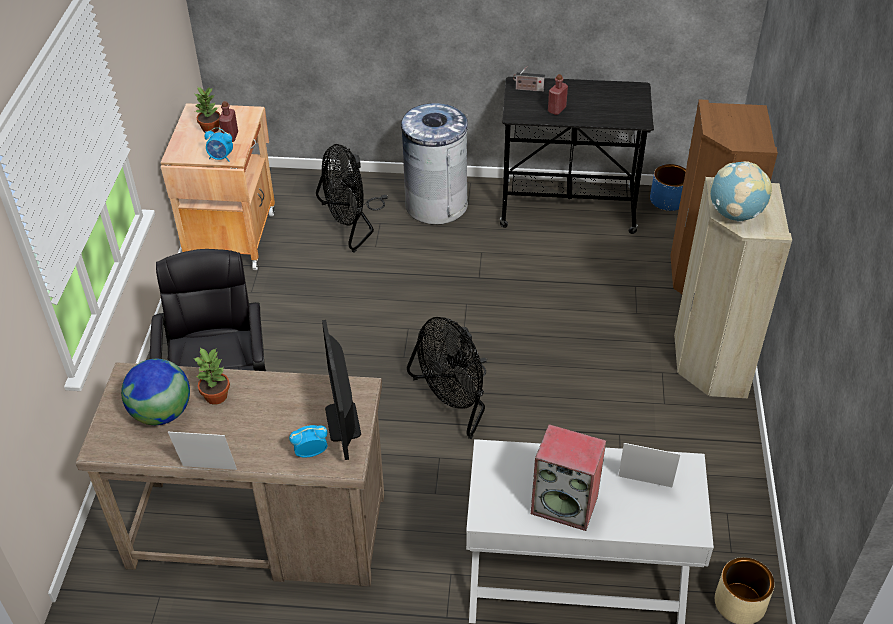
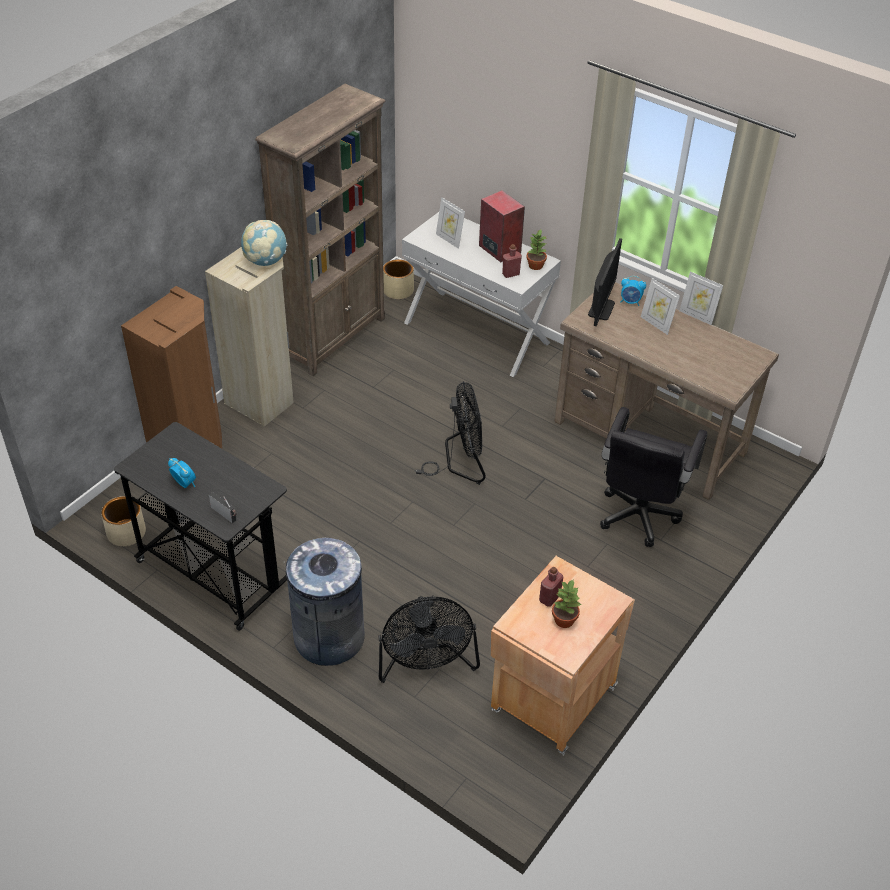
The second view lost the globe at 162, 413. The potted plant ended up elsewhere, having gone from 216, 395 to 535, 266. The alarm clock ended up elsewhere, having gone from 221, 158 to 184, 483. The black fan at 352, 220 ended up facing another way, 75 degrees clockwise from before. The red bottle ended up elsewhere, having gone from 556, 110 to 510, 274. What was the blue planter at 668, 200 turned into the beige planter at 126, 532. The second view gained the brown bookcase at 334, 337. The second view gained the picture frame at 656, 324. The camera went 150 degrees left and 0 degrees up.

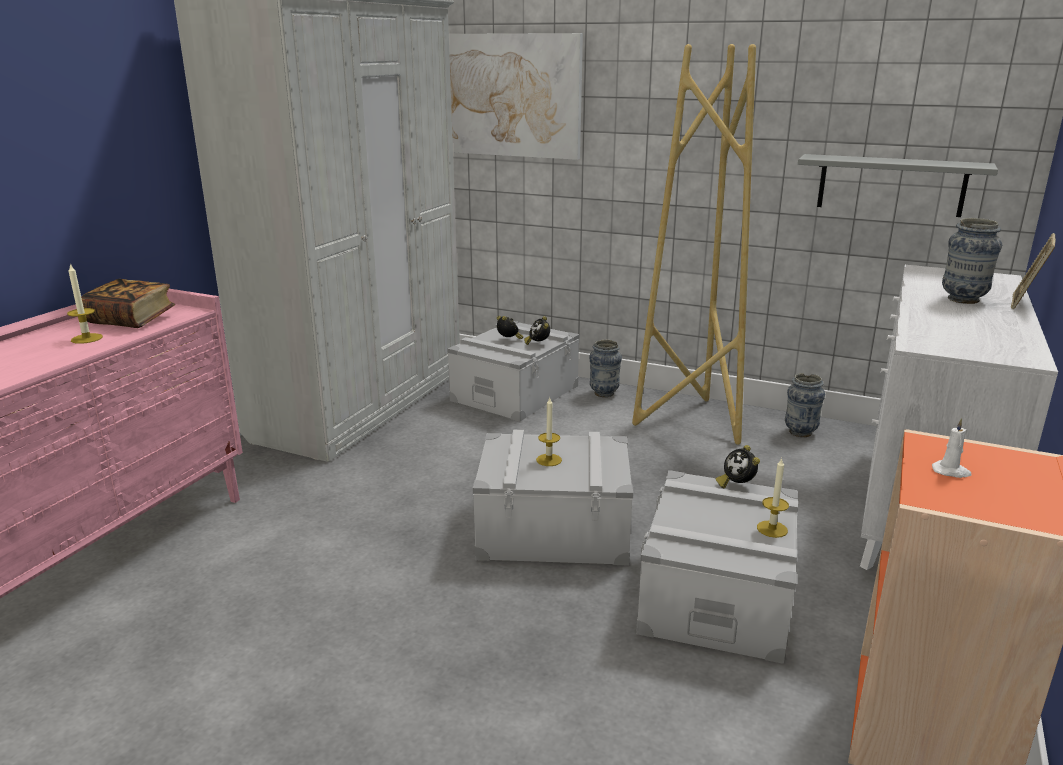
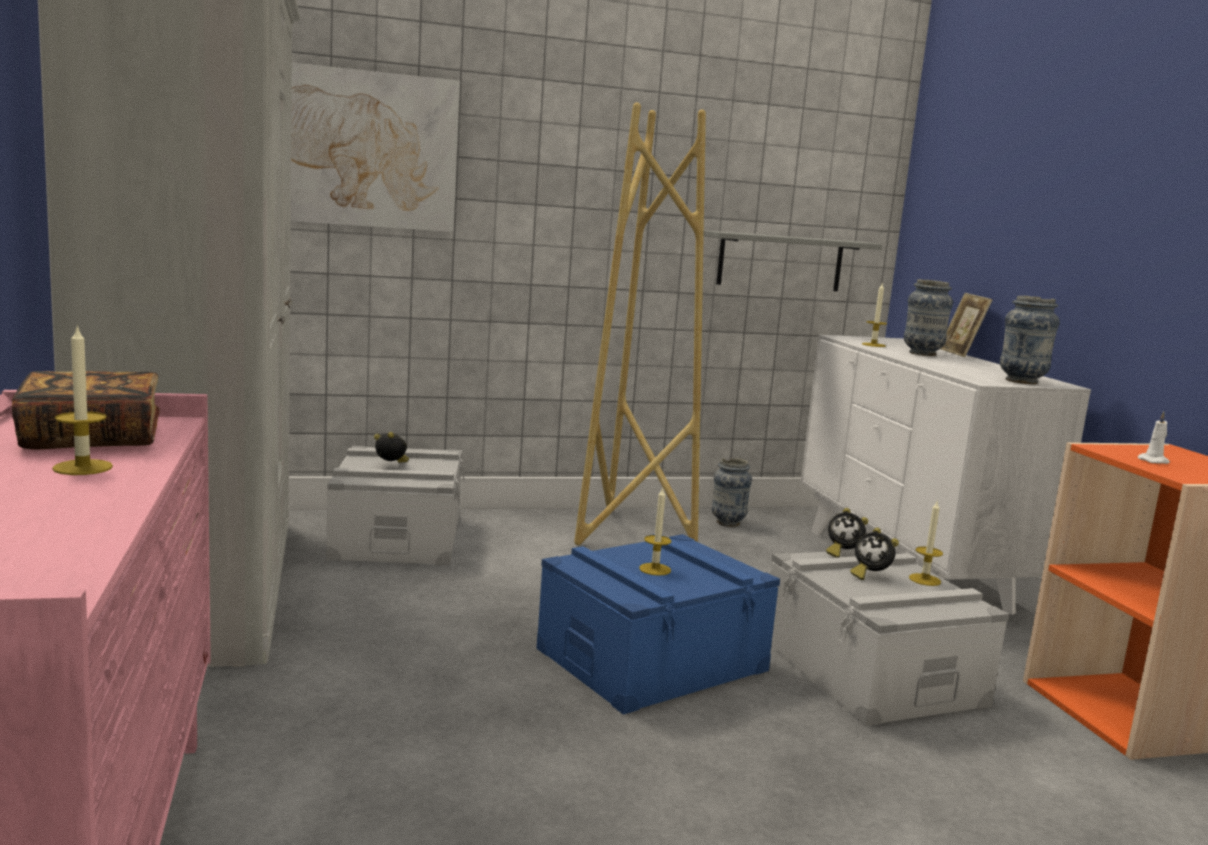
What was the grey storage box at 554, 528 turned into the blue storage box at 652, 659. The alarm clock ended up elsewhere, having gone from 538, 344 to 870, 575. The vase ended up elsewhere, having gone from 604, 393 to 1021, 381. The second view gained the candle at 873, 345. The camera went 40 degrees left and 10 degrees down.

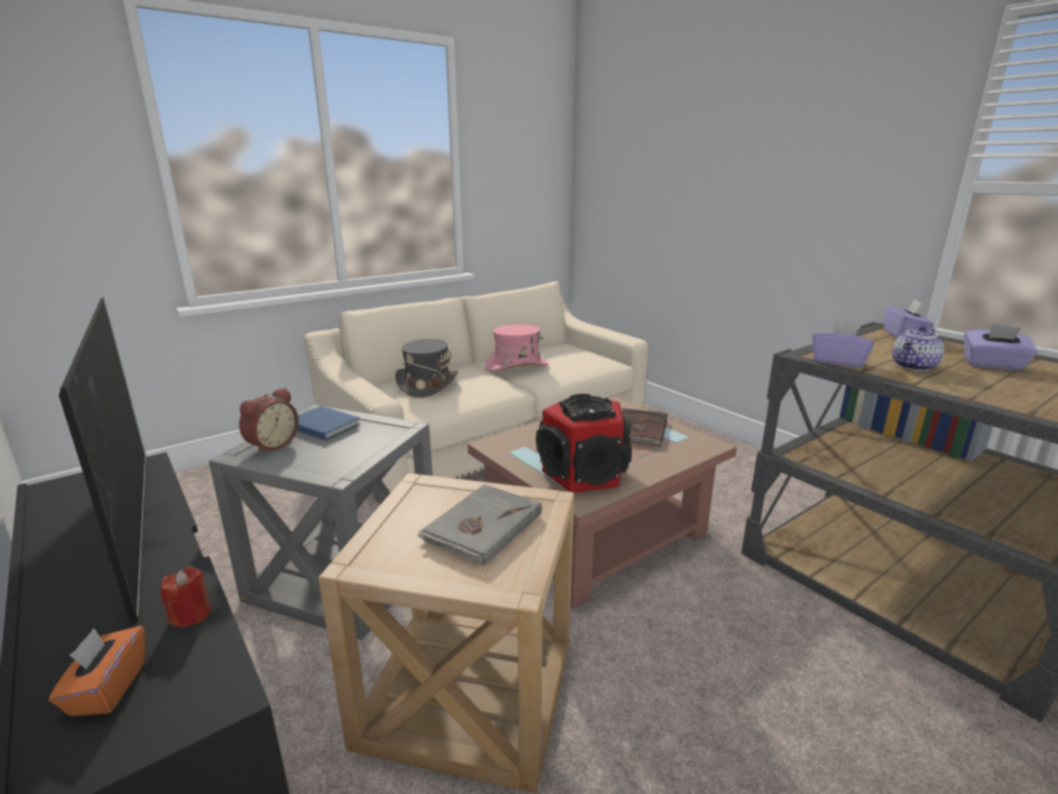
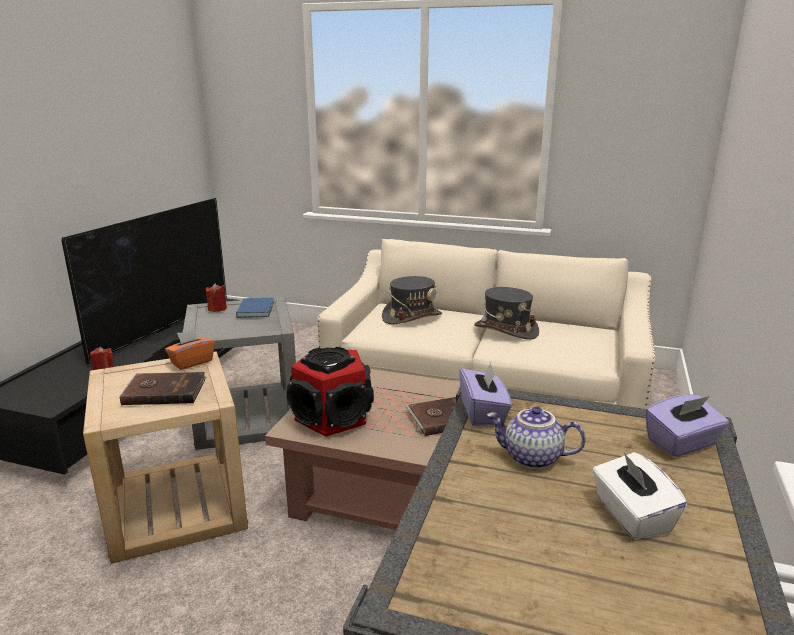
The orange tissue box ended up elsewhere, having gone from 107, 689 to 192, 362. Where the alarm clock stood at 271, 445, the red candle came to stand at 217, 309. What was the grey book at 481, 527 turned into the brown book at 164, 391. What was the pink hat at 517, 366 turned into the grey hat at 505, 330. What was the purple tissue box at 993, 365 turned into the white tissue box at 631, 515. The camera went 55 degrees right and 0 degrees up.

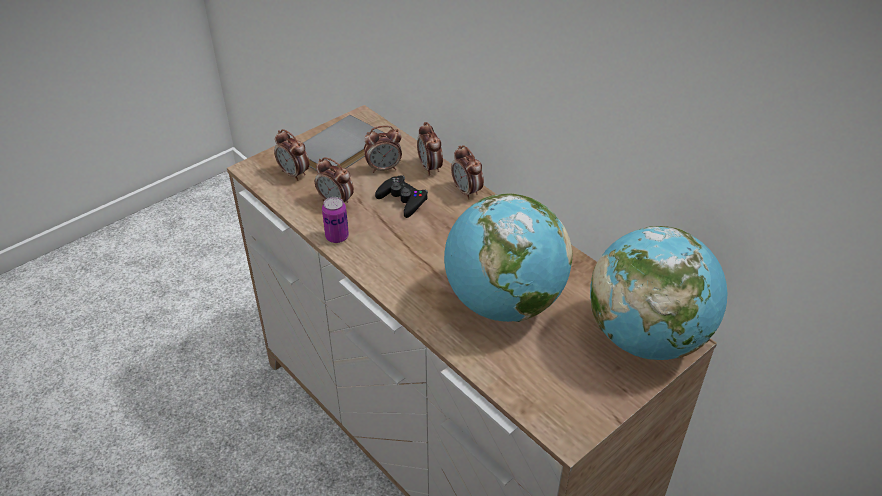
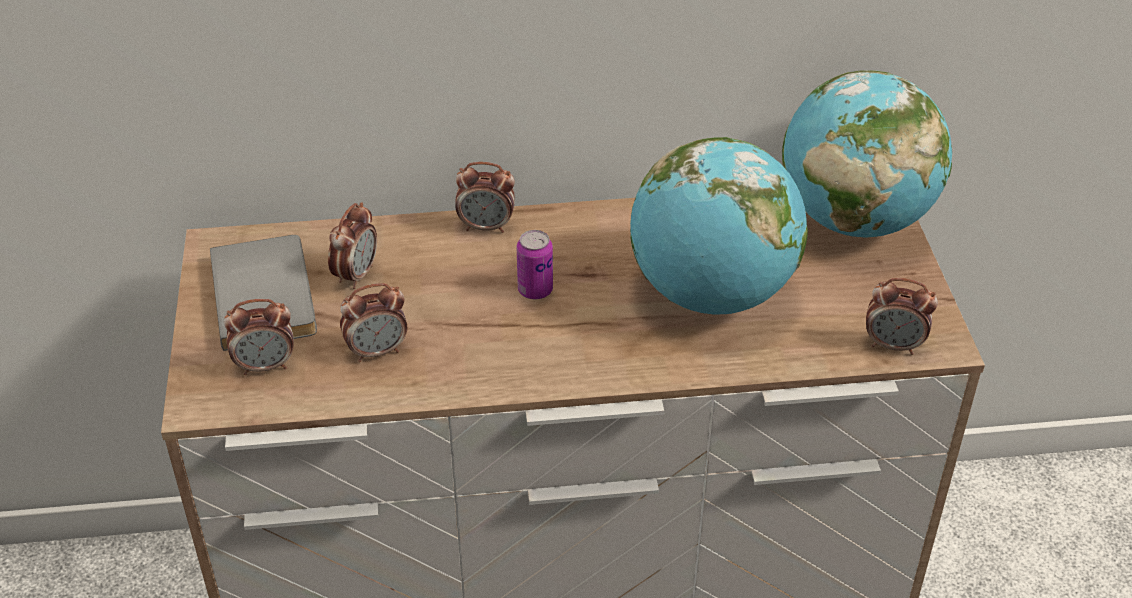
The can ended up elsewhere, having gone from 337, 237 to 535, 290. The second view lost the black game controller at 402, 200. The alarm clock ended up elsewhere, having gone from 430, 168 to 893, 345. The camera went 55 degrees left and 0 degrees up.

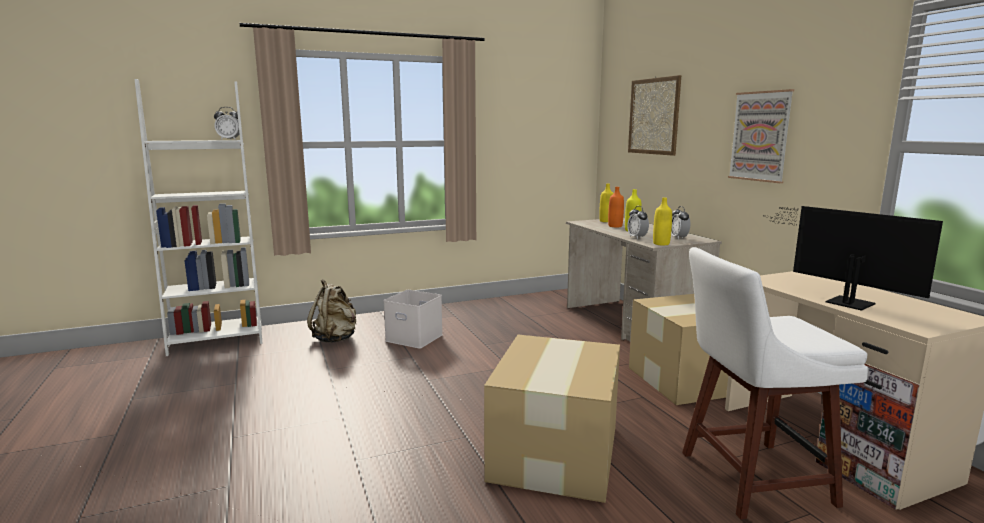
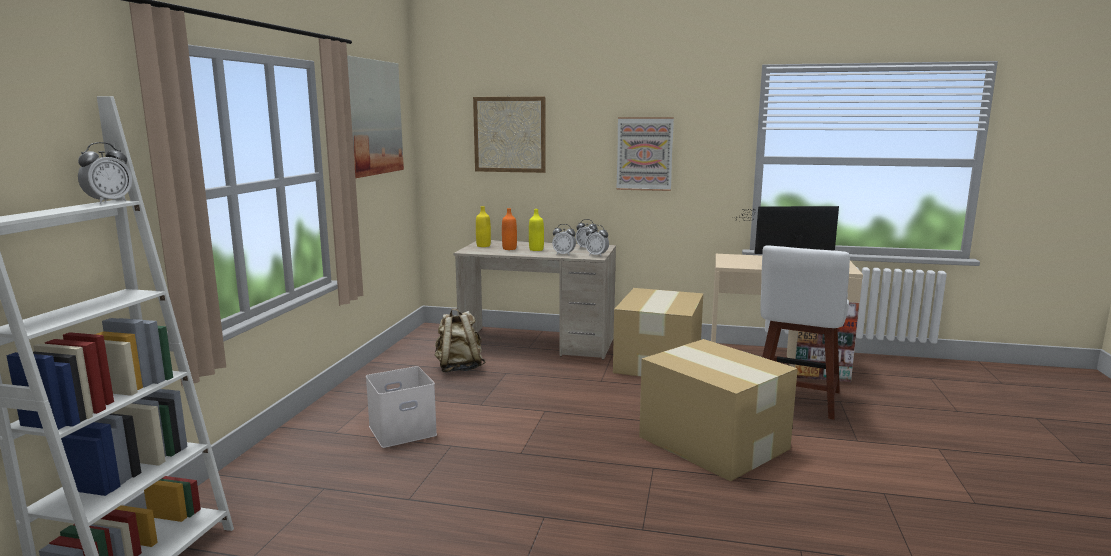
The beige backpack ended up elsewhere, having gone from 335, 339 to 459, 368. Where the yellow bottle stood at 661, 244, the alarm clock came to stand at 596, 255. The second view gained the picture at 371, 117. The camera went 55 degrees left and 0 degrees up.

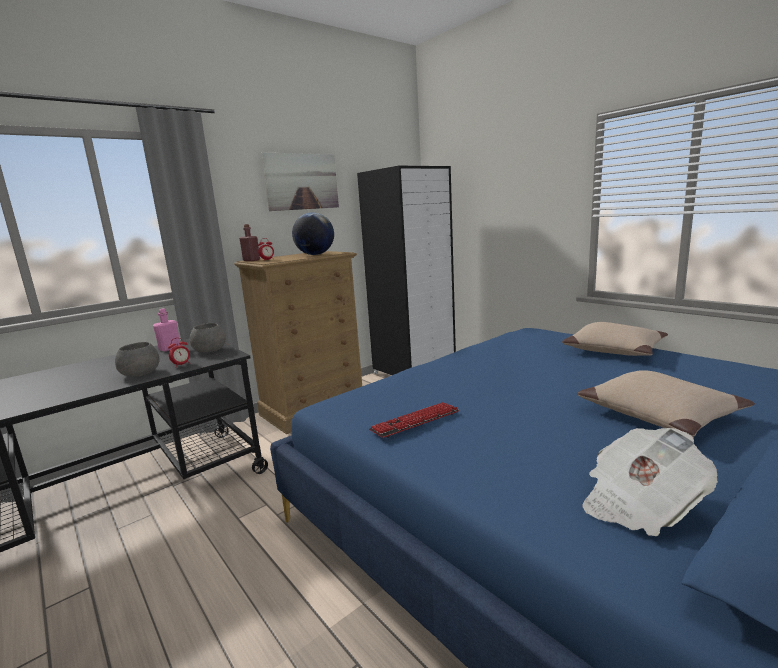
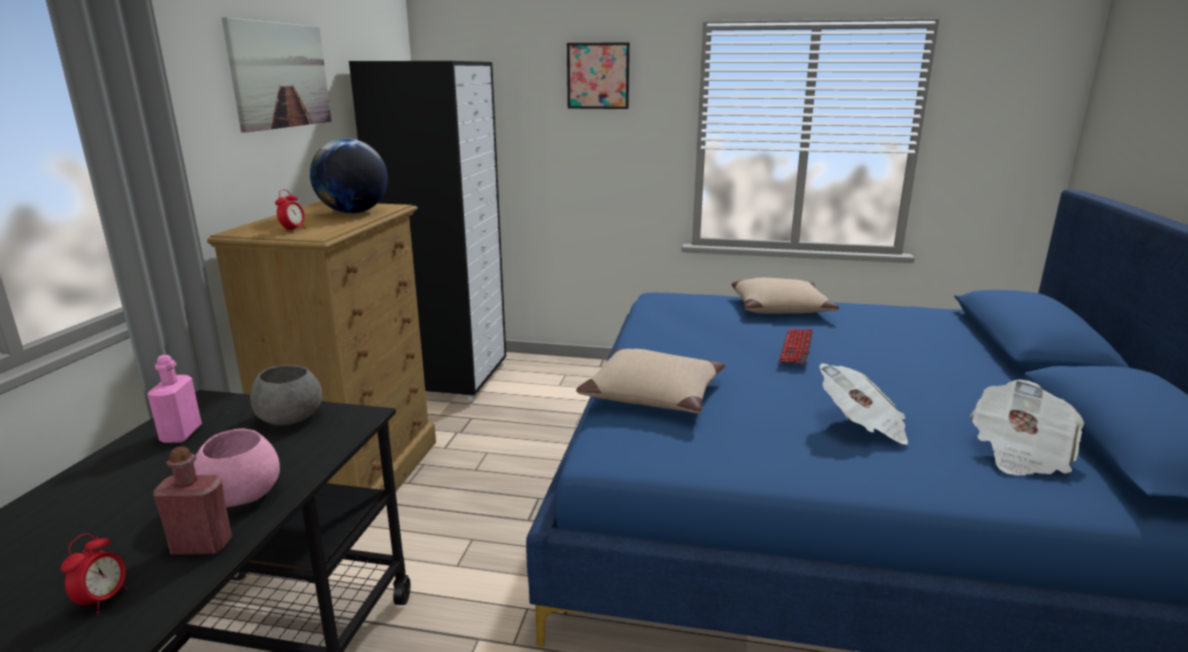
What was the grey bowl at 141, 373 turned into the pink bowl at 241, 493. The alarm clock ended up elsewhere, having gone from 182, 365 to 103, 600. The red bottle ended up elsewhere, having gone from 251, 260 to 202, 546. The keyboard ended up elsewhere, having gone from 415, 421 to 796, 348. The beige pillow ended up elsewhere, having gone from 660, 414 to 653, 394. The second view gained the picture at 598, 76. The second view gained the newspaper at 862, 425. The camera went 40 degrees left and 5 degrees up.

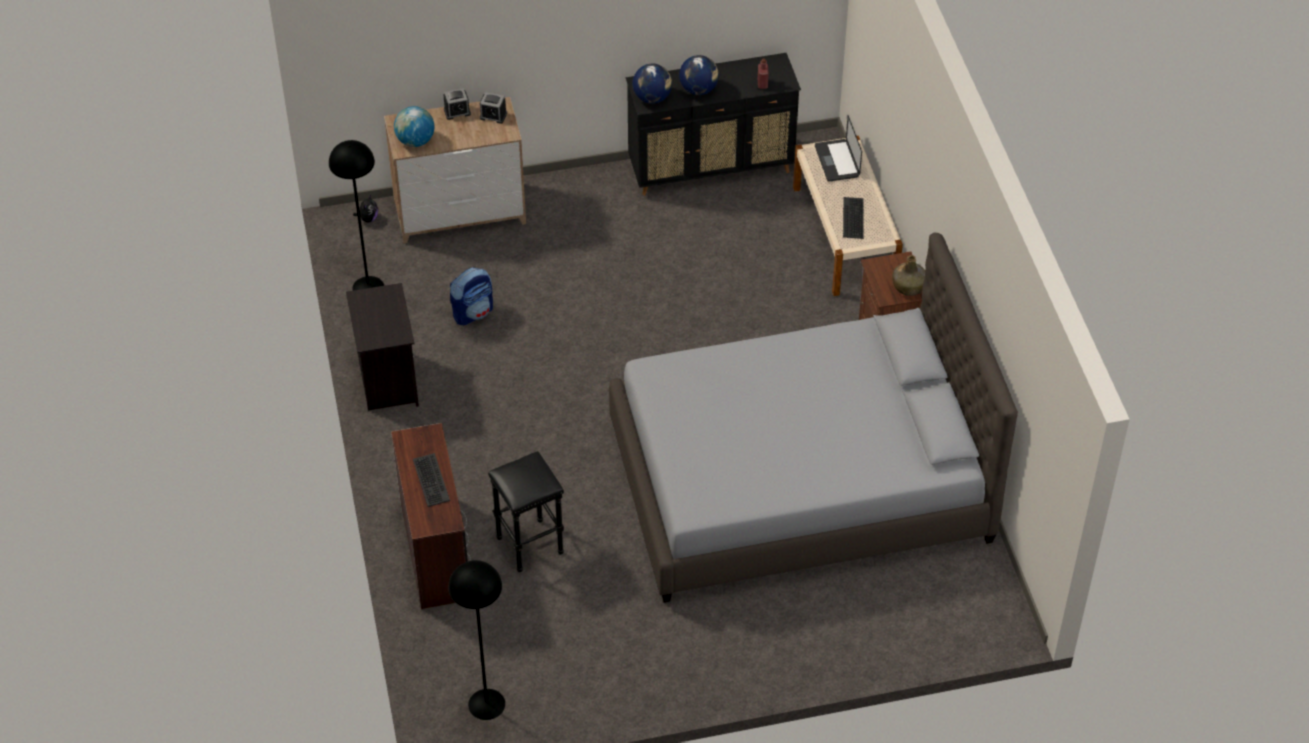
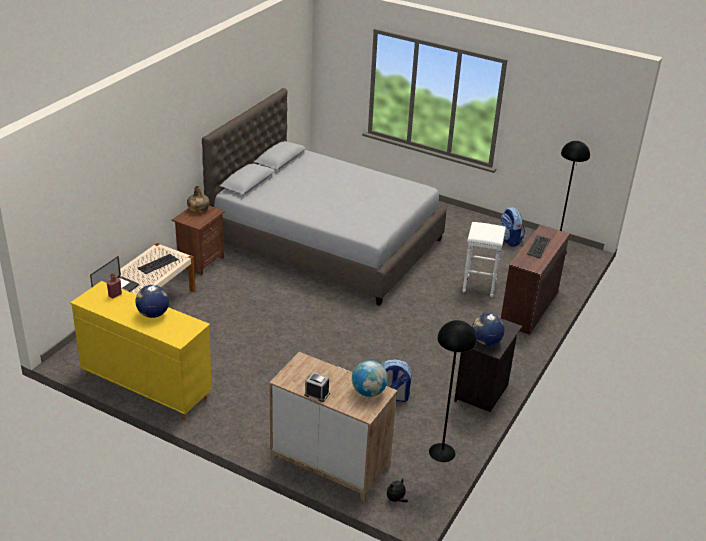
The second view lost the alarm clock at 493, 115. What was the black stool at 531, 545 turned into the white stool at 478, 285. What was the black cabinet at 711, 167 turned into the yellow cabinet at 146, 387. The globe ended up elsewhere, having gone from 652, 98 to 485, 342. The second view gained the backpack at 509, 240. The camera went 140 degrees left and 15 degrees down.

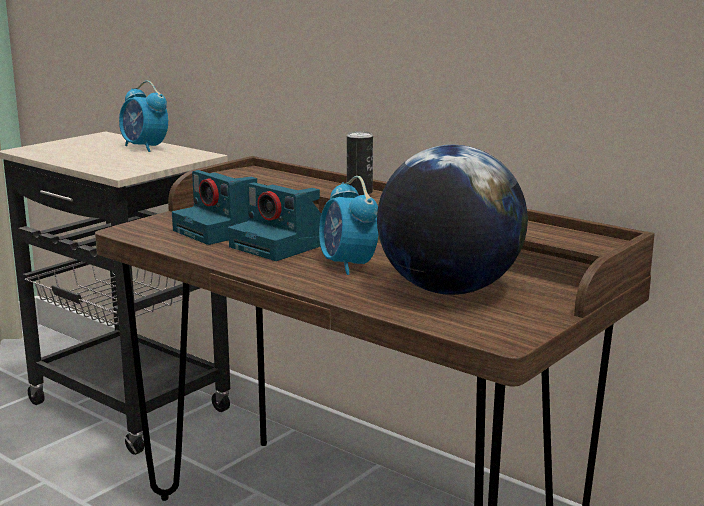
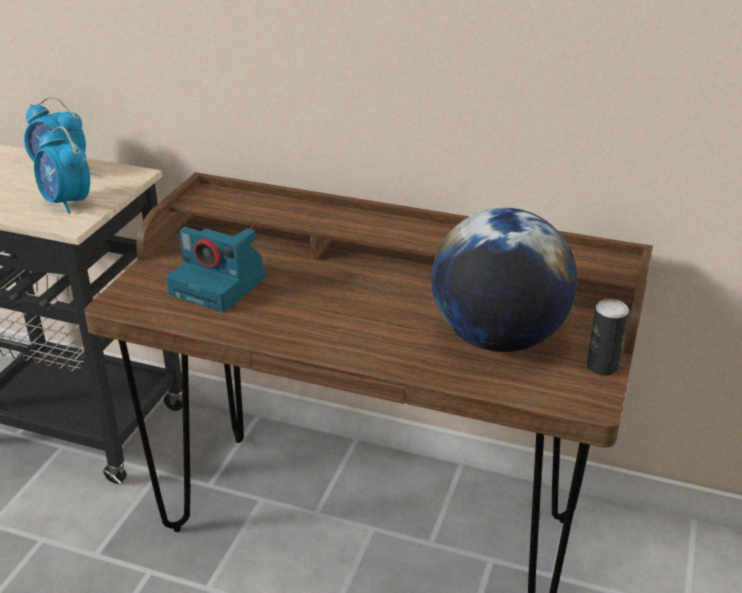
The second view lost the photo camera at 281, 245. The alarm clock ended up elsewhere, having gone from 348, 265 to 67, 203. The can ended up elsewhere, having gone from 359, 192 to 602, 366. The camera went 20 degrees left and 15 degrees up.

